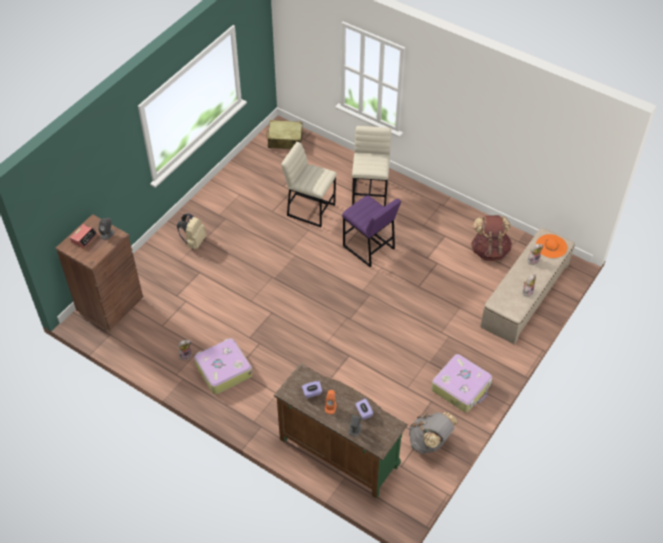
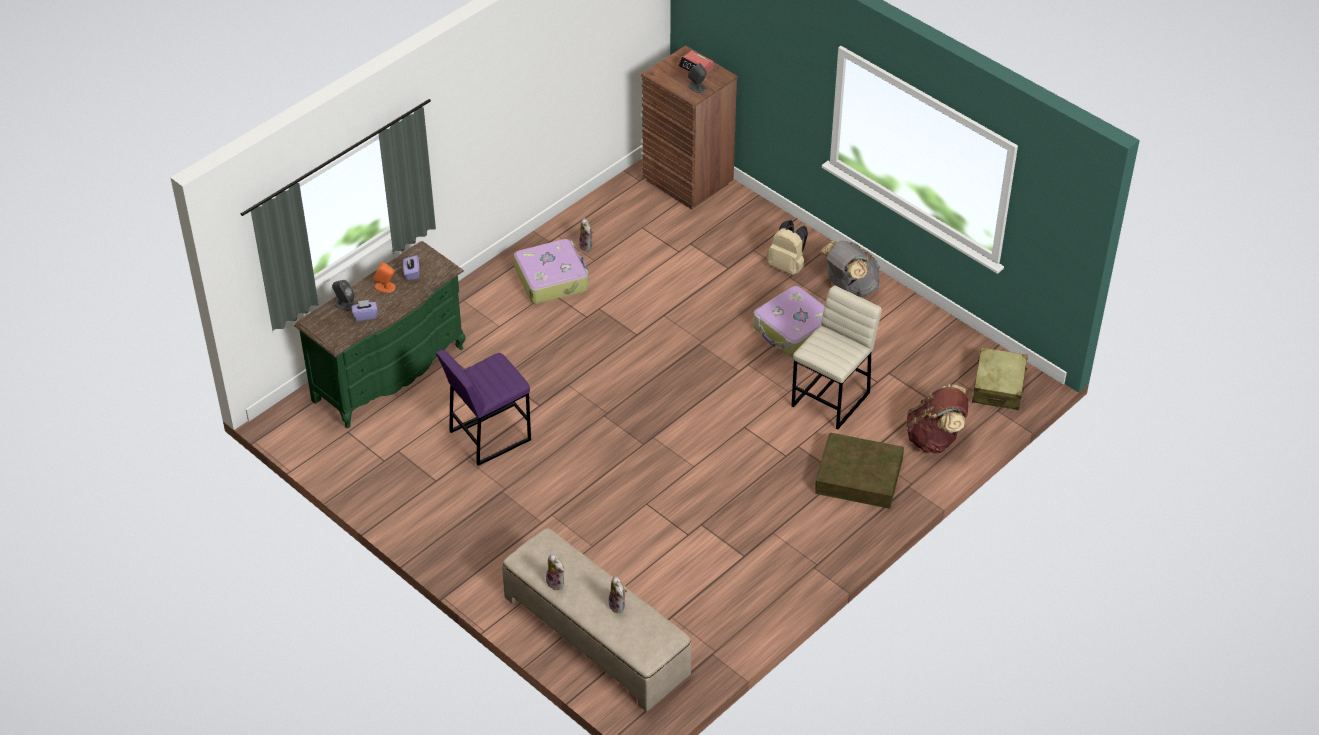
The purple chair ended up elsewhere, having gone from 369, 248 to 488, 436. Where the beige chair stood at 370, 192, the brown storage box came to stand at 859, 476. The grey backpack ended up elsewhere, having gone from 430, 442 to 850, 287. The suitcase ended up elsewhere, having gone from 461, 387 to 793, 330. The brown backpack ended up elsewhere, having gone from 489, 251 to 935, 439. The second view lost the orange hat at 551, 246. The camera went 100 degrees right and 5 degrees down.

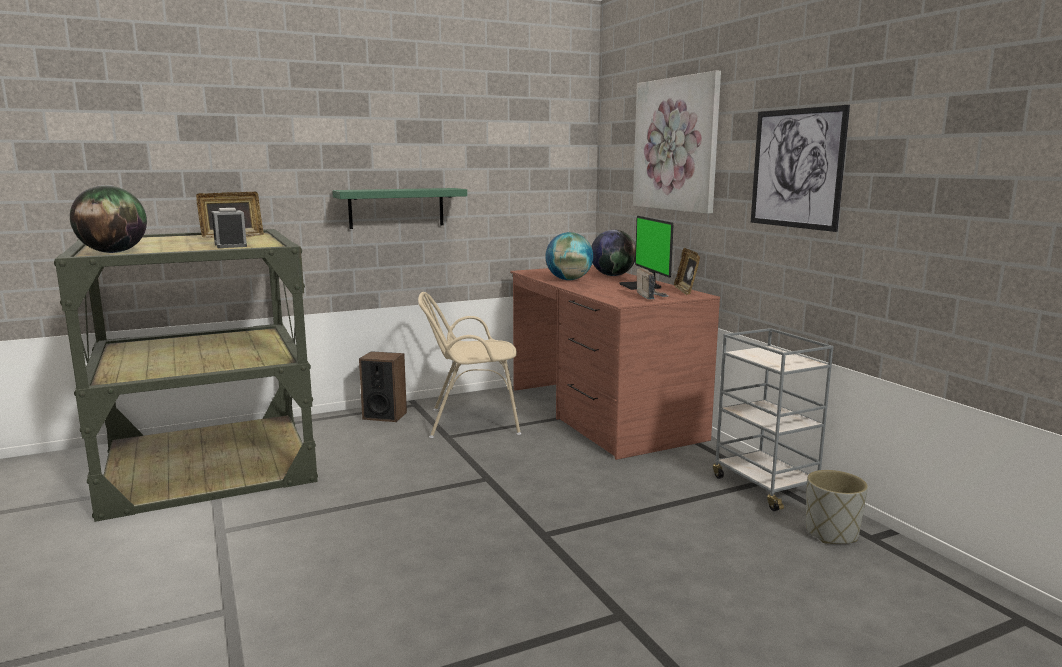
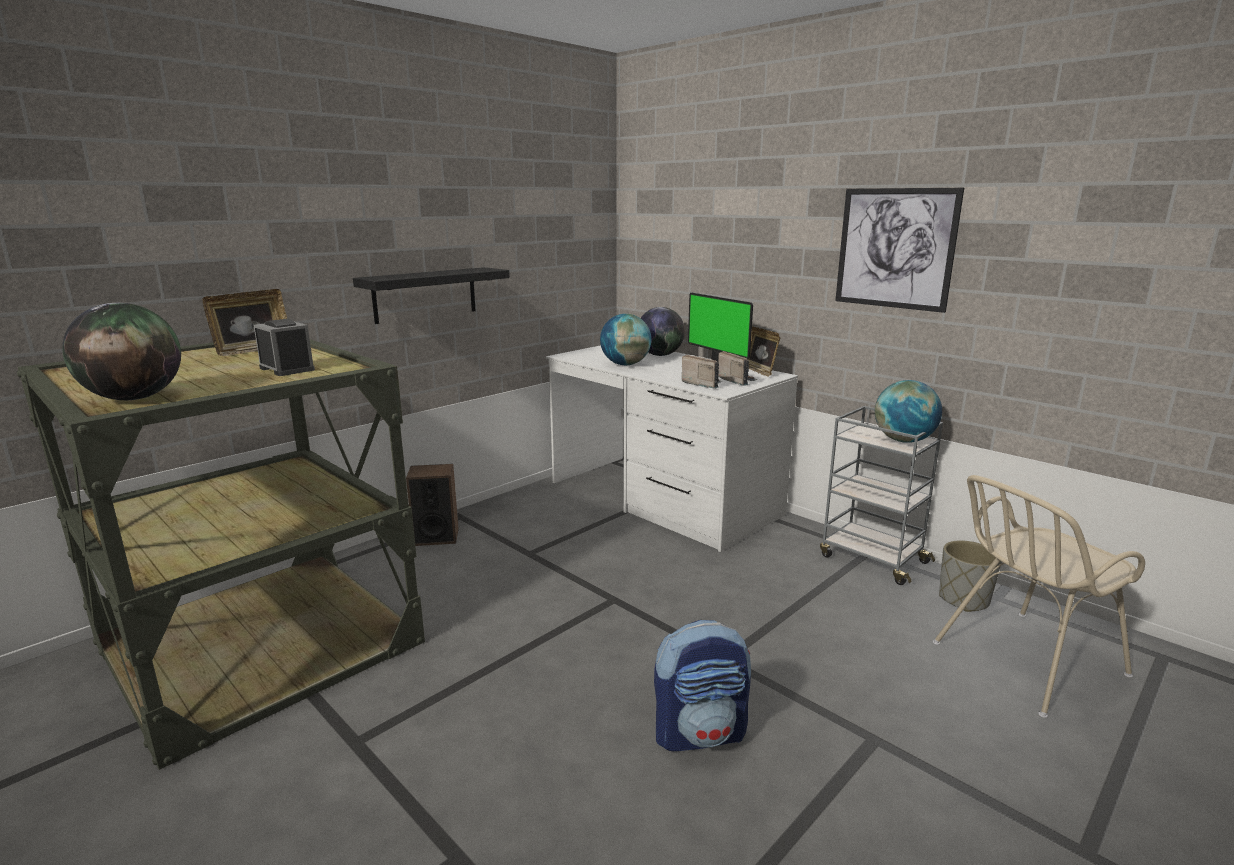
What was the green shelf at 396, 208 turned into the black shelf at 425, 294. The beige chair ended up elsewhere, having gone from 470, 422 to 1024, 661. What was the brown desk at 601, 413 turned into the white desk at 662, 498. The second view lost the picture at 675, 144. The second view gained the backpack at 700, 733. The second view gained the radio at 702, 384. The second view gained the globe at 904, 440. The camera went 20 degrees left and 5 degrees up.

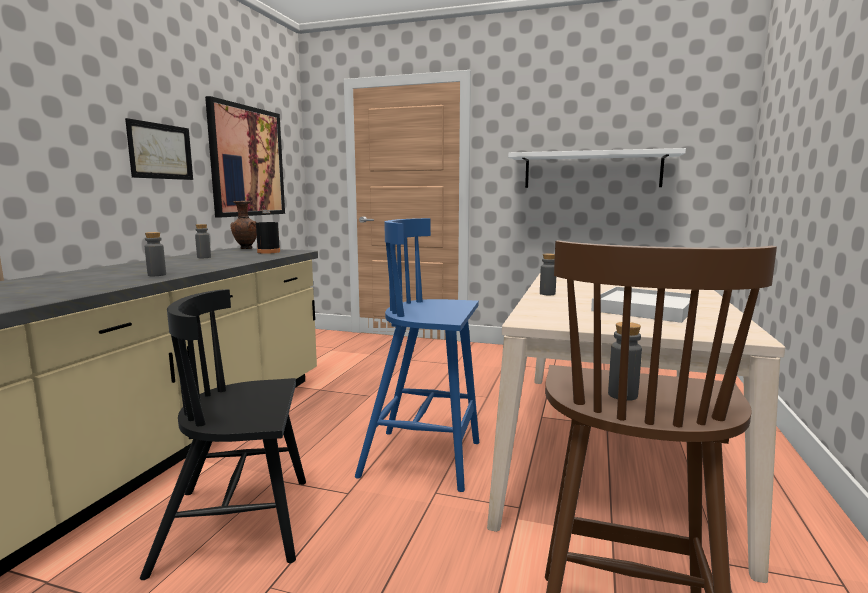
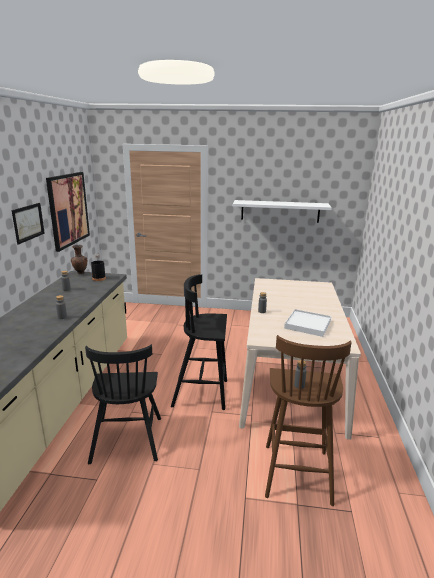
The black chair at 245, 522 ended up facing another way, 75 degrees counterclockwise from before. What was the blue stool at 426, 459 turned into the black stool at 202, 393. The camera went 10 degrees left and 10 degrees up.

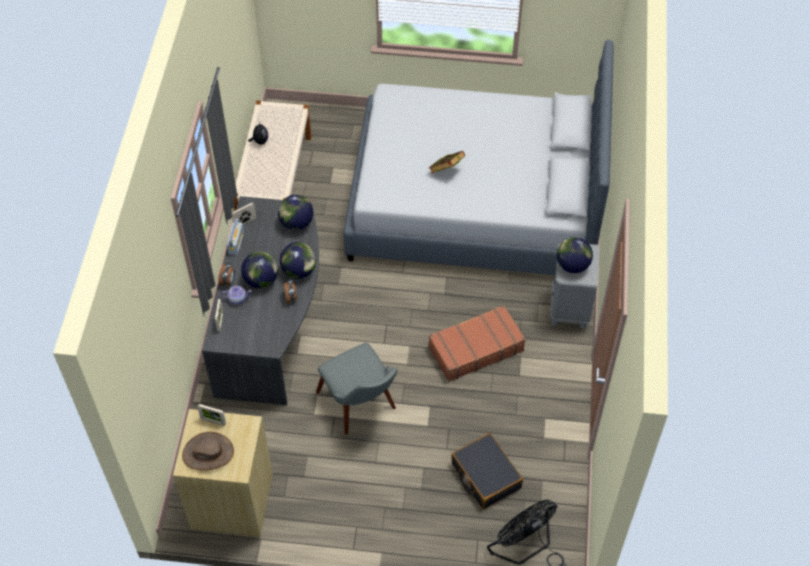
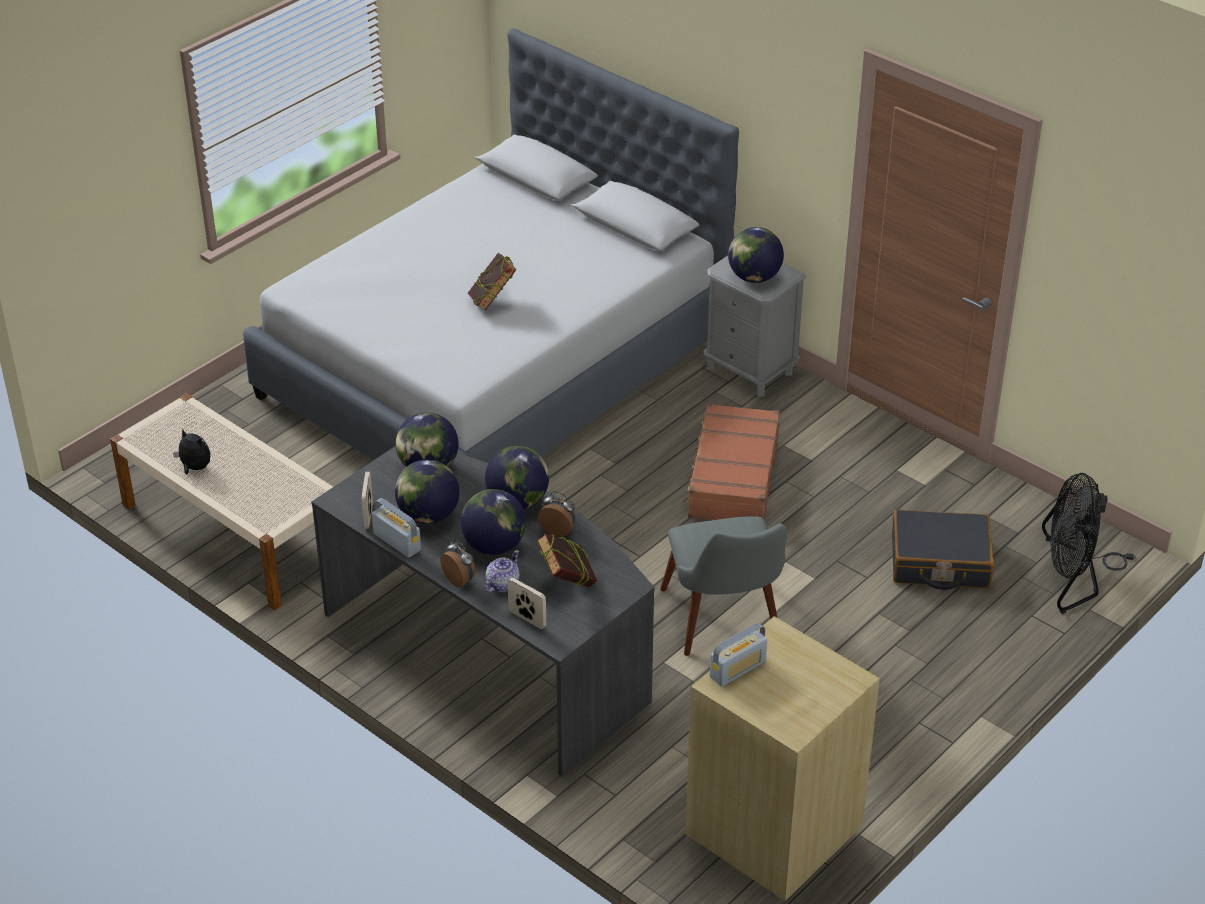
The second view lost the brown hat at 208, 453. Where the picture frame stood at 213, 421, the radio came to stand at 737, 669. The grey chair at 362, 407 ended up facing another way, 75 degrees clockwise from before. The second view gained the globe at 428, 515. The second view gained the book at 567, 582. The camera went 55 degrees left and 15 degrees down.

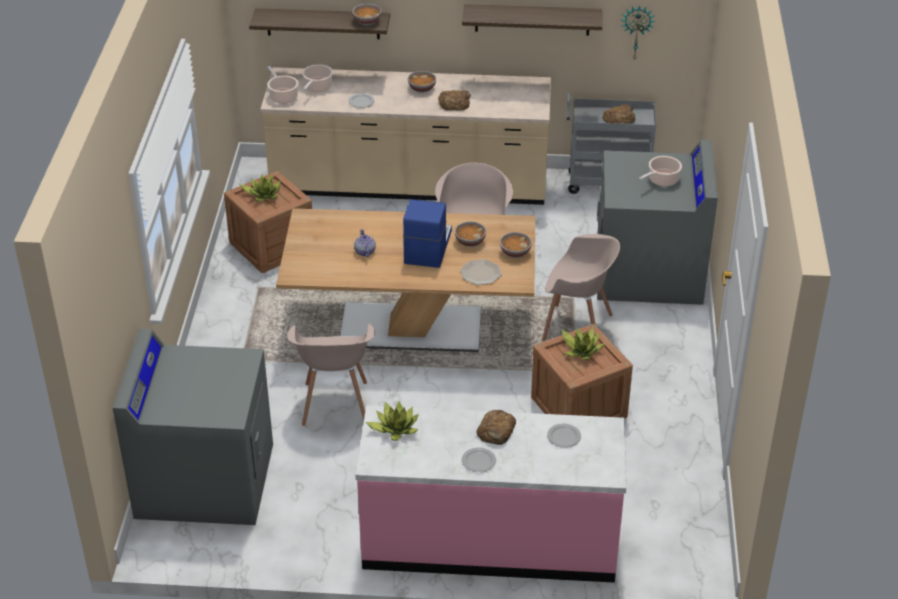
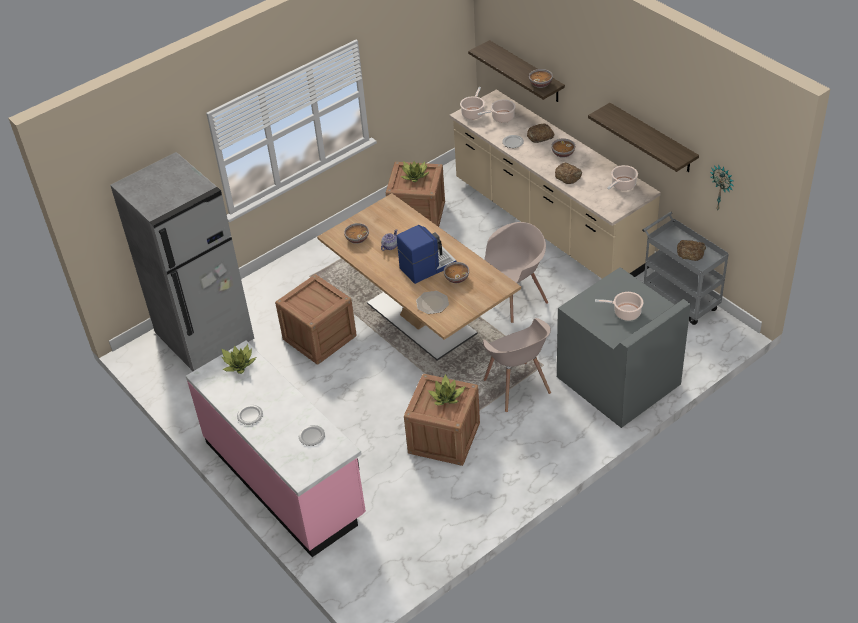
Where the grey washing machine stood at 205, 479, the grey fridge came to stand at 204, 334. Where the beige chair stood at 335, 404, the crate came to stand at 319, 337. The bread ended up elsewhere, having gone from 496, 431 to 539, 136. The bowl ended up elsewhere, having gone from 515, 252 to 357, 239. The second view gained the cooking pot at 622, 185. The camera went 50 degrees right and 5 degrees up.

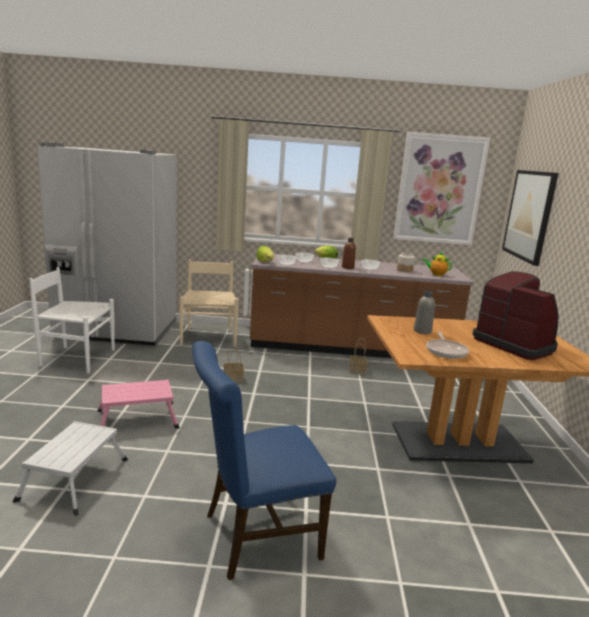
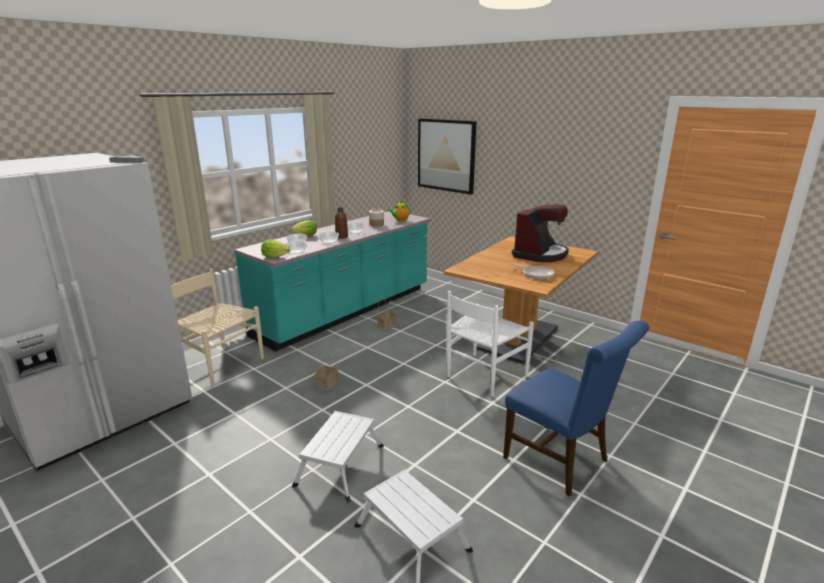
The white chair ended up elsewhere, having gone from 76, 359 to 484, 376. What was the pink step ladder at 138, 419 turned into the white step ladder at 340, 464. The blue chair at 254, 536 ended up facing another way, 60 degrees counterclockwise from before. What was the brown counter at 350, 348 turned into the turquoise counter at 346, 311. The second view lost the picture at 439, 189. The second view lost the grey bottle at 422, 331. The coffee machine at 515, 344 ended up facing another way, 120 degrees clockwise from before. The camera went 50 degrees left and 5 degrees up.

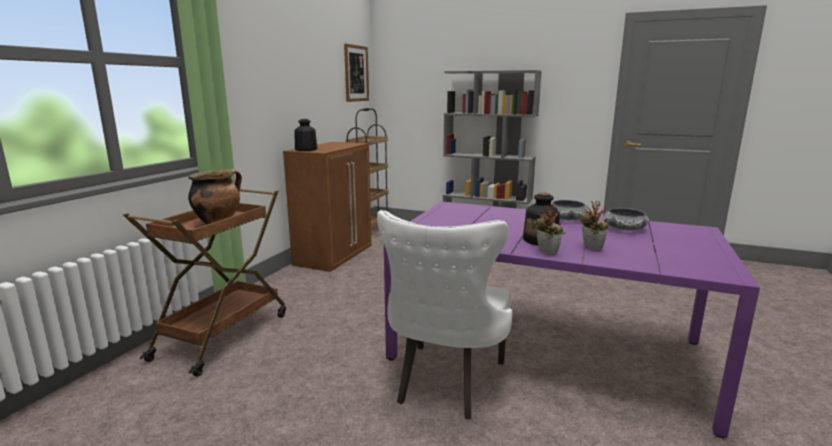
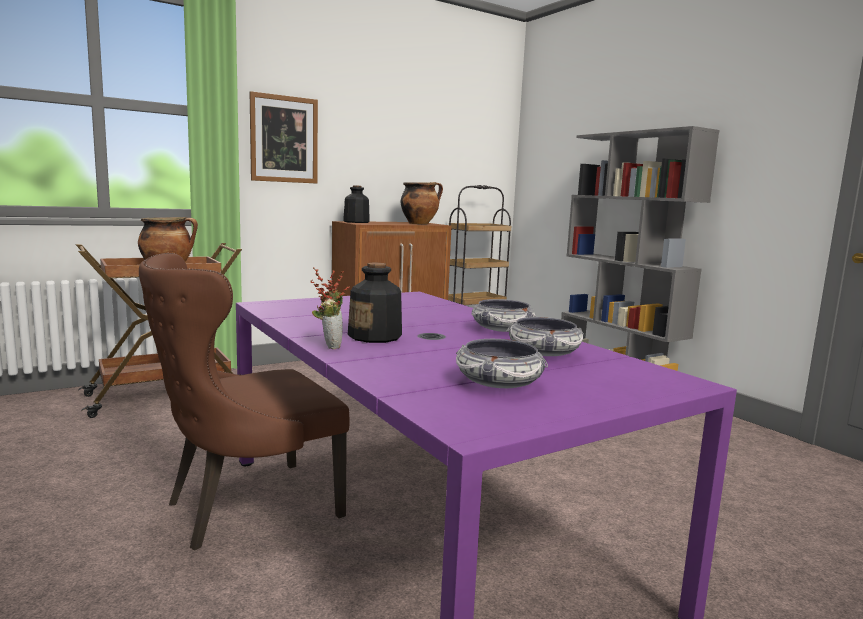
The picture ended up elsewhere, having gone from 356, 73 to 284, 139. What was the white chair at 446, 382 turned into the brown chair at 246, 507. The second view lost the potted plant at 590, 248. The second view gained the cooking pot at 419, 223. The second view gained the bowl at 498, 383. The camera went 35 degrees right and 5 degrees down.

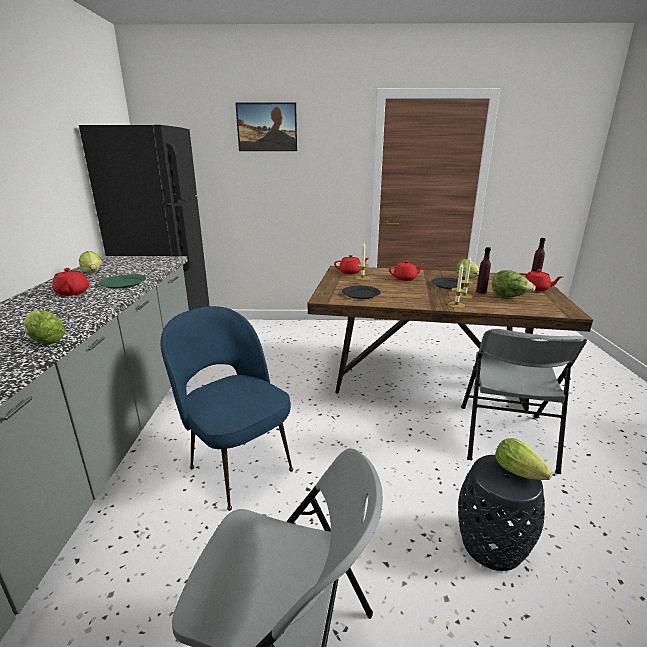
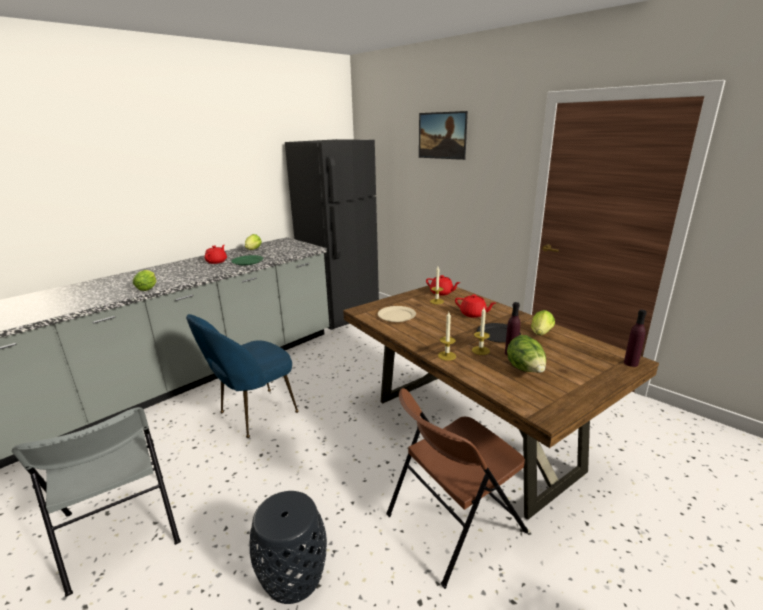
The blue chair at 237, 465 ended up facing another way, 135 degrees counterclockwise from before. What was the black plate at 361, 294 turned into the beige plate at 396, 316. What was the grey chair at 504, 437 turned into the brown chair at 454, 522. The second view lost the lettuce at 521, 473. The second view lost the red teapot at 536, 289. The camera went 45 degrees right and 0 degrees up.

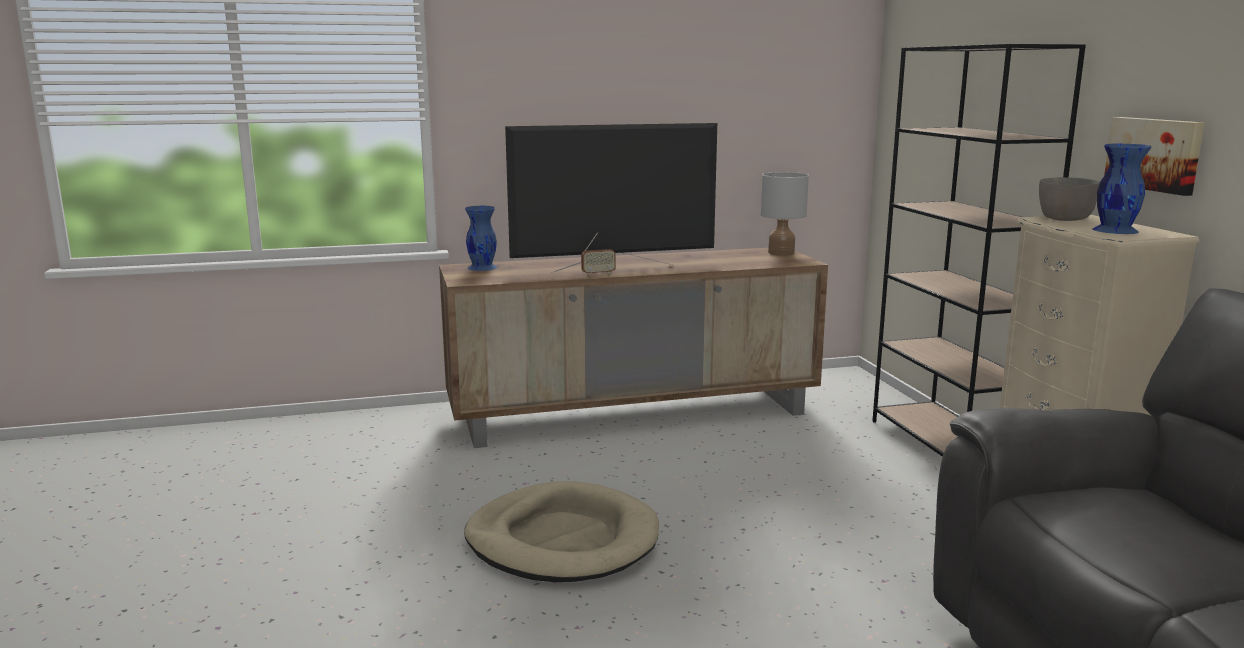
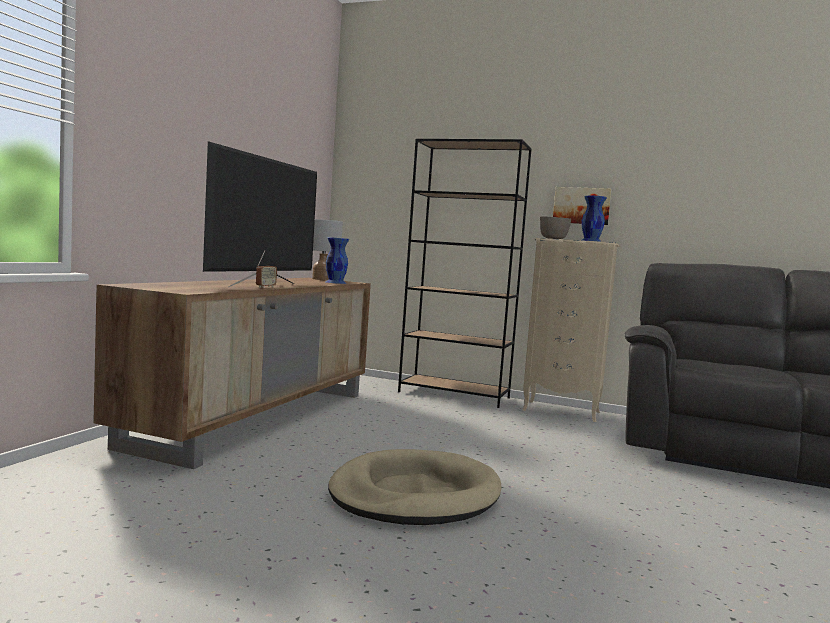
The blue vase ended up elsewhere, having gone from 482, 267 to 335, 282. The camera went 55 degrees left and 10 degrees down.

